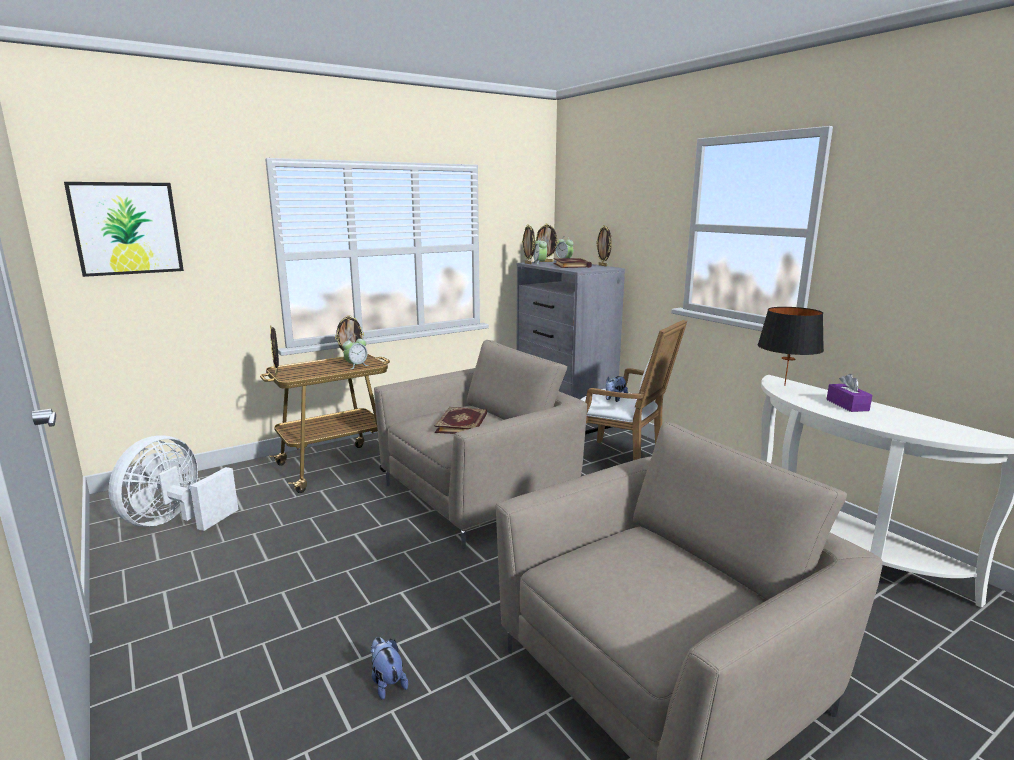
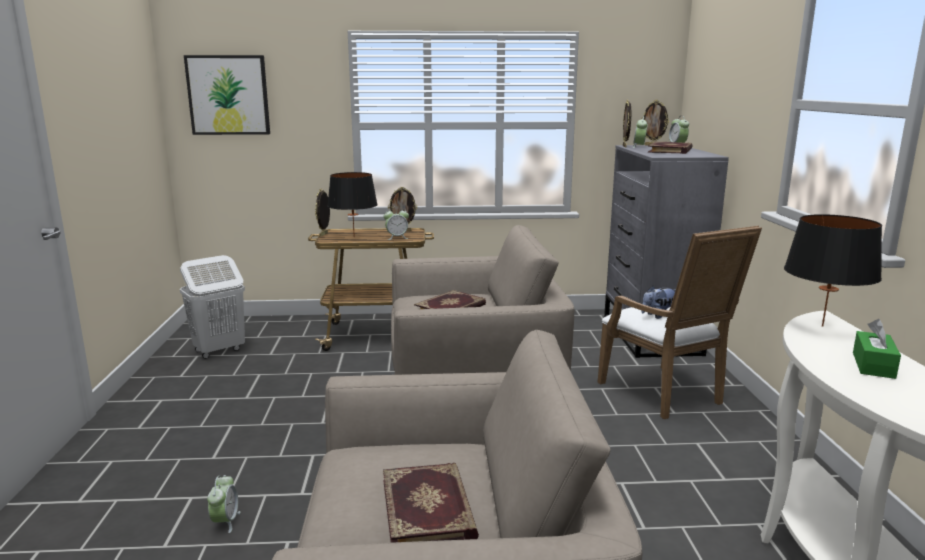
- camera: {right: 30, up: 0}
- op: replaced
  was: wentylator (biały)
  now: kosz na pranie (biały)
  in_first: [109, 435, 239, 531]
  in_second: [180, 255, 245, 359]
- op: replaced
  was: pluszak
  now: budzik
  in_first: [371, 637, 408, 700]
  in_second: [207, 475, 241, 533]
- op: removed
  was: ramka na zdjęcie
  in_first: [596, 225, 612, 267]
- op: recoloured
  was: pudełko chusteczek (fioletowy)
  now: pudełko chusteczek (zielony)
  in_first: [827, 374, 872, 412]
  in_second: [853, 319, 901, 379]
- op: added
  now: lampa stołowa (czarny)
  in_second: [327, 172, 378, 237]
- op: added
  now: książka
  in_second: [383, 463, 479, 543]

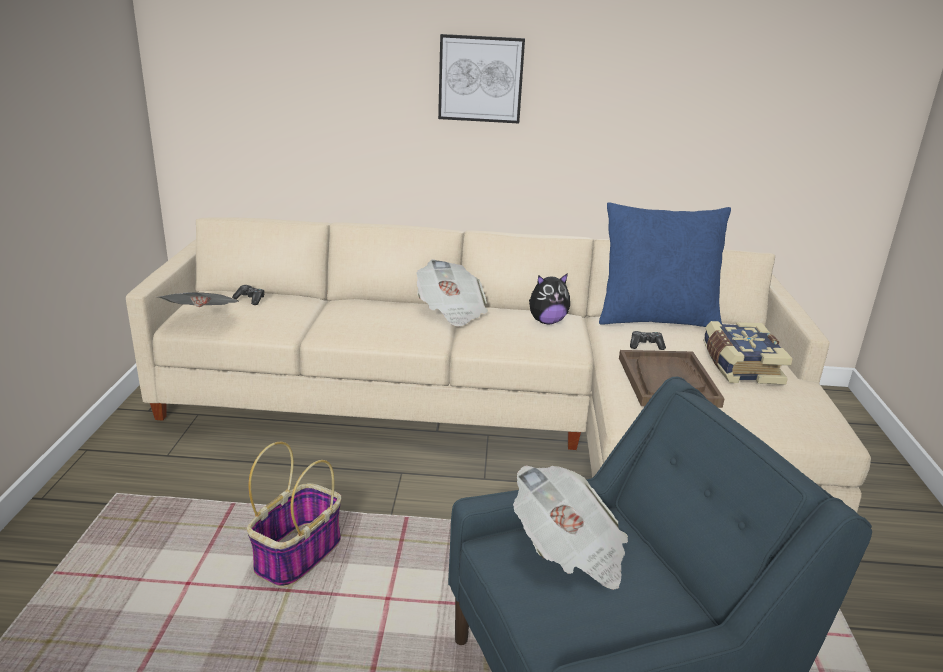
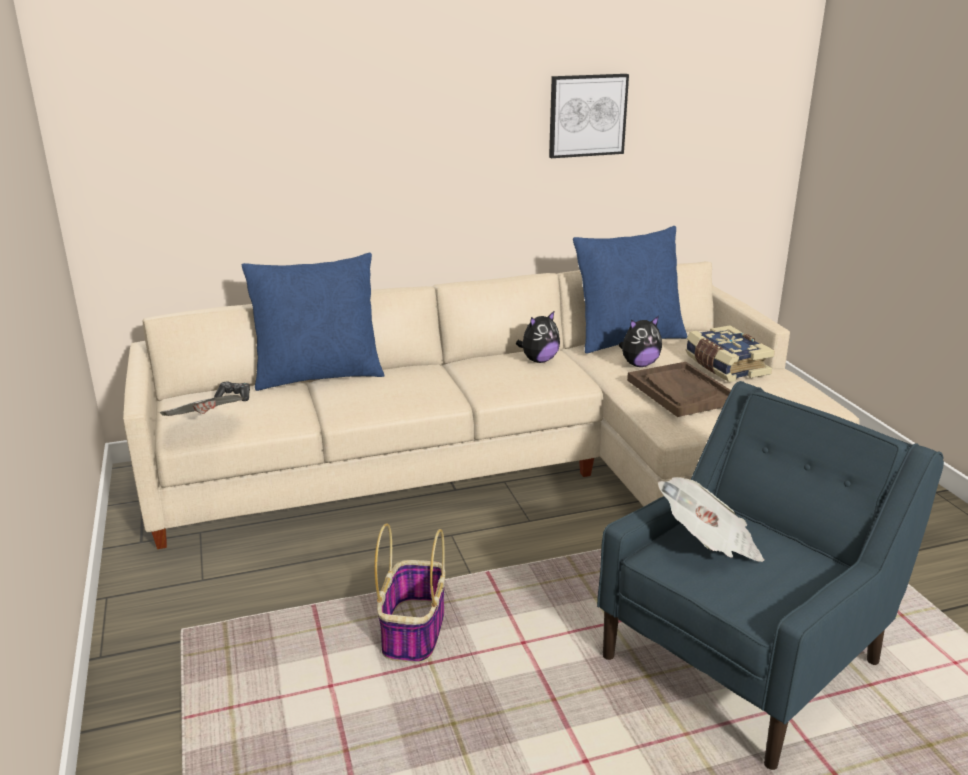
- camera: {right: -20, up: 0}
- op: removed
  was: gazeta
  in_first: [416, 259, 488, 327]
- op: moved
  was: obraz
  in_first: [438, 34, 525, 123]
  in_second: [549, 74, 629, 158]
- op: replaced
  was: pad do gier
  now: pluszak
  in_first: [630, 331, 666, 350]
  in_second: [619, 316, 662, 367]
- op: added
  now: poduszka (niebieski)
  in_second: [242, 253, 385, 391]

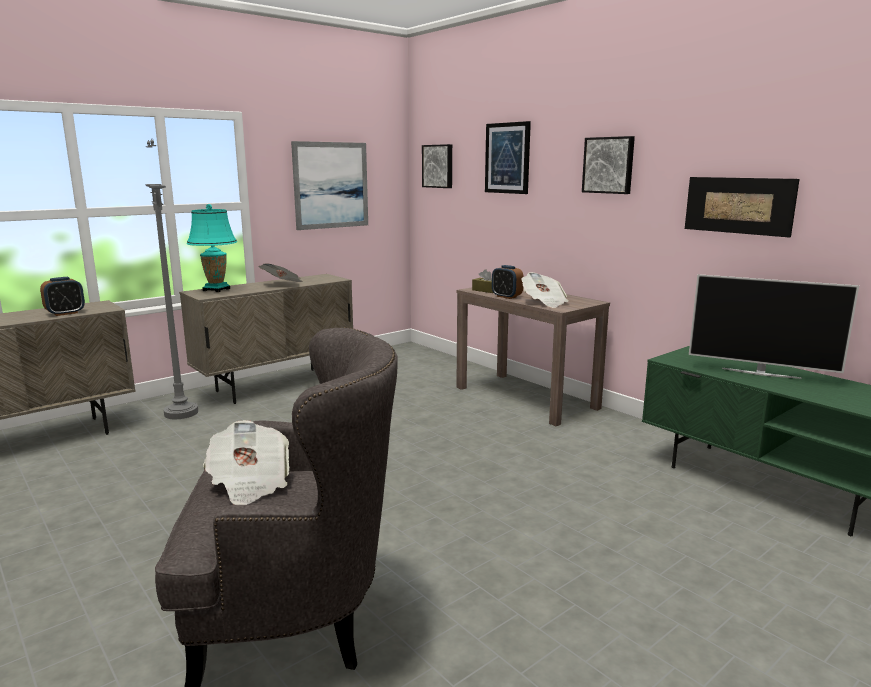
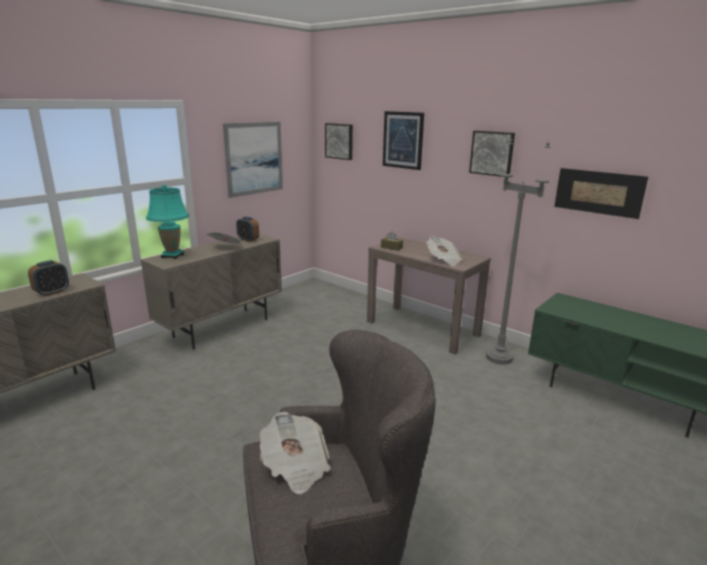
- camera: {right: -10, up: 5}
- op: moved
  was: lampa stojąca (szary)
  in_first: [146, 138, 198, 419]
  in_second: [486, 138, 550, 365]
- op: moved
  was: budzik
  in_first: [492, 265, 524, 299]
  in_second: [236, 217, 259, 242]
- op: removed
  was: telewizor
  in_first: [689, 274, 859, 379]

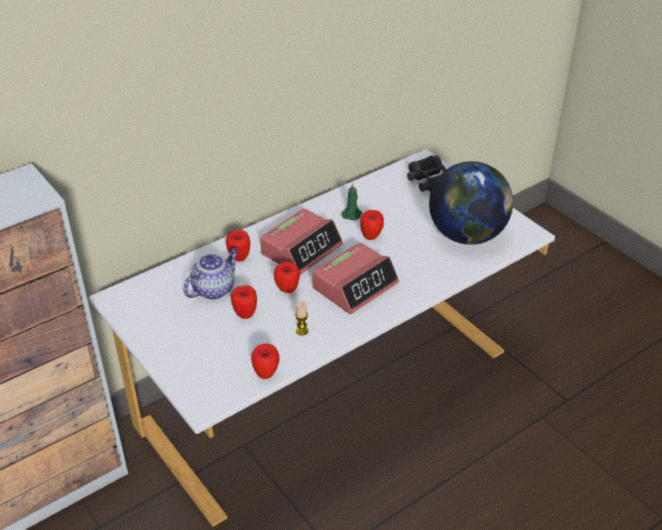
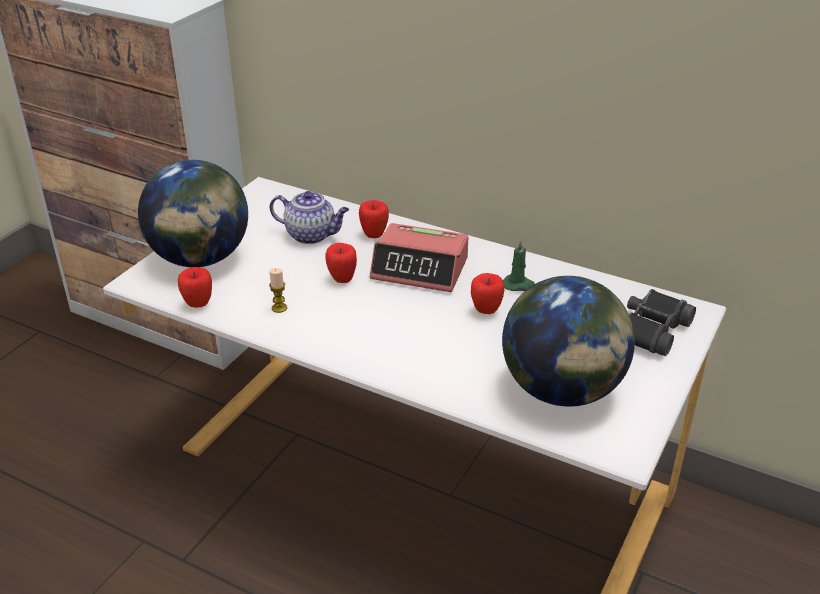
- camera: {right: 65, up: -5}
- op: removed
  was: jabłko
  in_first: [231, 285, 257, 319]
- op: removed
  was: budzik
  in_first: [312, 242, 399, 314]
- op: added
  now: globus
  in_second: [138, 160, 248, 267]

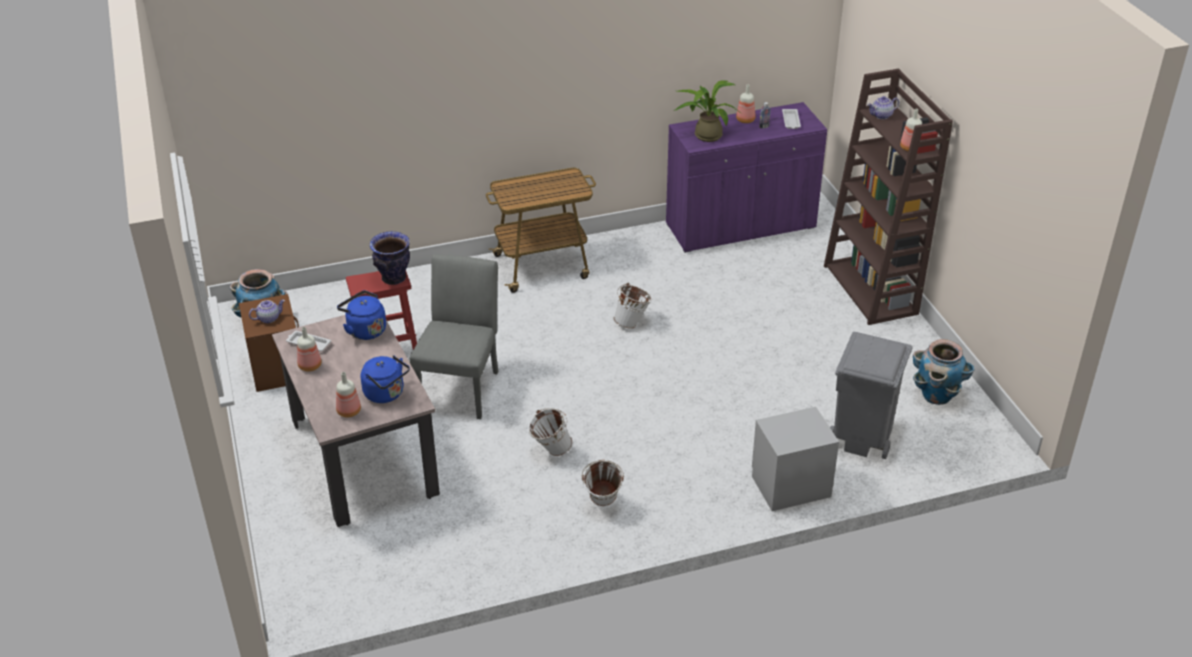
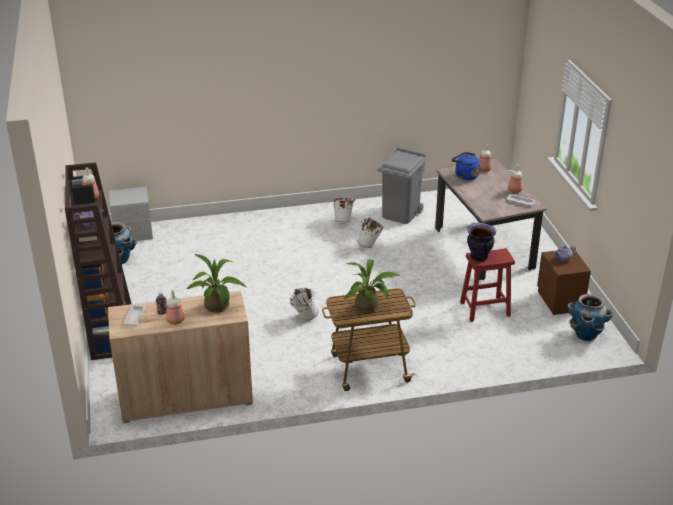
- camera: {right: -175, up: -5}
- op: removed
  was: czajnik (niebieski)
  in_first: [337, 290, 386, 340]
- op: removed
  was: krzesło (szary)
  in_first: [410, 254, 498, 419]
- op: recoloured
  was: szafka (fioletowy)
  now: szafka (beżowy)
  in_first: [666, 102, 827, 253]
  in_second: [108, 291, 253, 423]
- op: moved
  was: szafka nocna (szary)
  in_first: [752, 407, 839, 511]
  in_second: [109, 187, 153, 241]
- op: moved
  was: kosz na śmieci (szary)
  in_first: [830, 332, 913, 459]
  in_second: [377, 147, 426, 224]
- op: added
  now: roślina doniczkowa
  in_second: [344, 260, 400, 313]

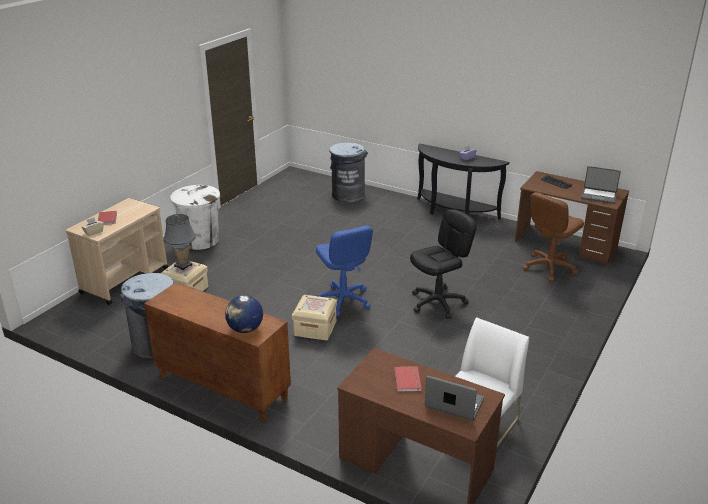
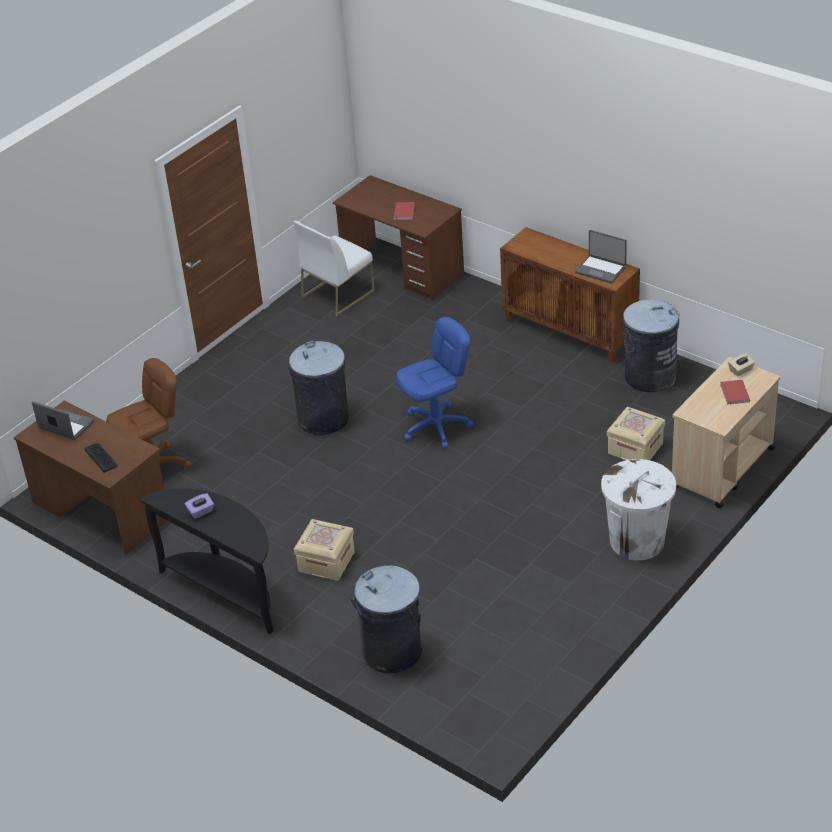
- camera: {right: -170, up: 10}
- op: removed
  was: lampa stołowa (szary)
  in_first: [163, 214, 196, 270]
- op: removed
  was: globus
  in_first: [225, 295, 263, 333]
- op: moved
  was: pojemnik do przechowywania (beżowy)
  in_first: [292, 295, 337, 341]
  in_second: [294, 519, 355, 581]
- op: turned
  was: krzesło biurowe (niebieski)
  in_first: [316, 225, 373, 317]
  in_second: [396, 317, 473, 449]
  clockwise: 75
- op: replaced
  was: krzesło biurowe (czarny)
  now: kosz na śmieci (szary)
  in_first: [410, 209, 477, 319]
  in_second: [289, 341, 349, 435]
- op: moved
  was: laptop
  in_first: [425, 376, 484, 421]
  in_second: [575, 230, 627, 283]

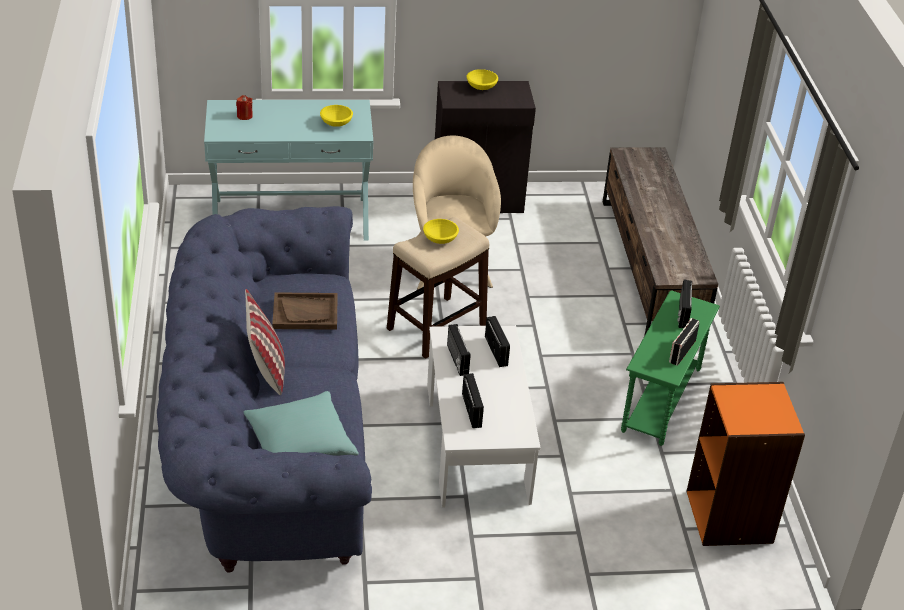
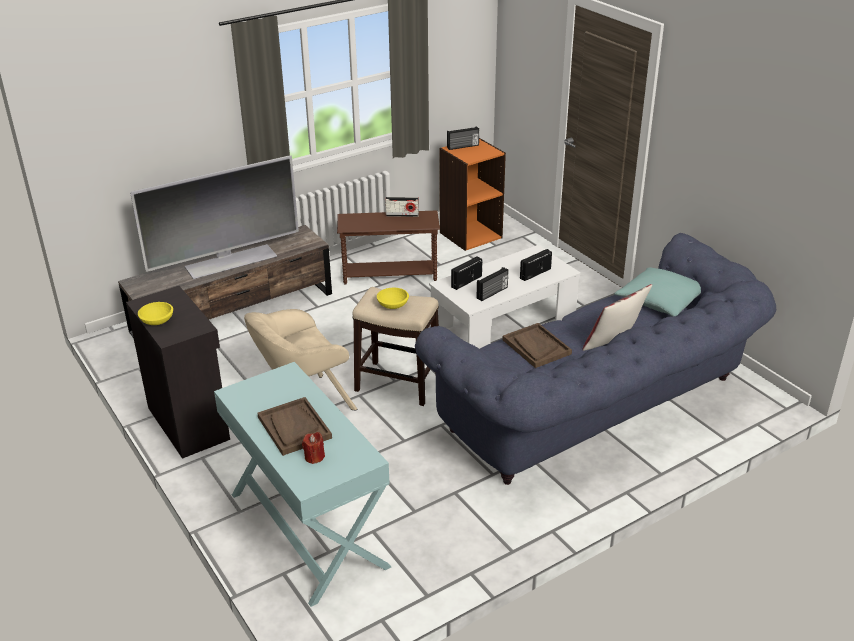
- camera: {right: -115, up: -5}
- op: removed
  was: miska (żółty)
  in_first: [320, 105, 353, 127]
- op: recoloured
  was: stolik (zielony)
  now: stolik (brązowy)
  in_first: [621, 290, 720, 446]
  in_second: [337, 210, 440, 285]
- op: moved
  was: radio
  in_first: [677, 280, 692, 328]
  in_second: [447, 126, 479, 150]
- op: added
  now: telewizor
  in_second: [130, 155, 299, 279]
- op: added
  now: taca (brązowy)
  in_second: [257, 397, 332, 456]

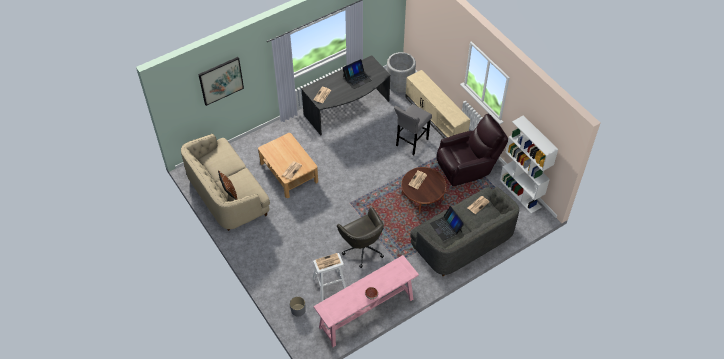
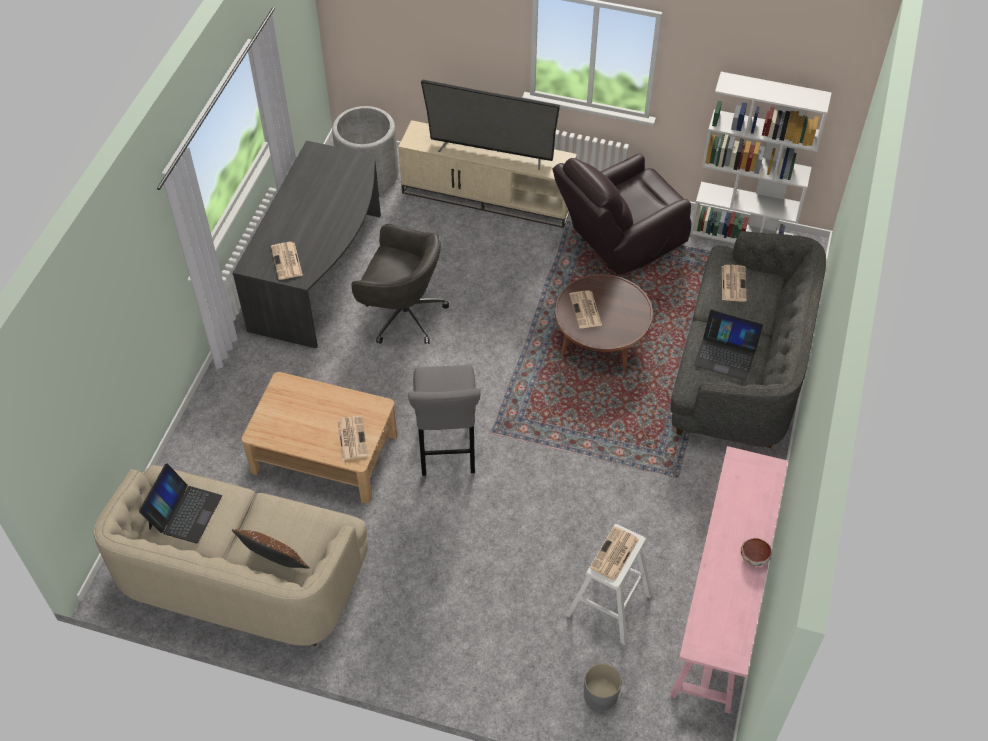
- camera: {right: -40, up: 0}
- op: removed
  was: obraz
  in_first: [198, 57, 244, 106]
- op: moved
  was: krzesło biurowe (szary)
  in_first: [337, 208, 384, 268]
  in_second: [351, 224, 449, 344]
- op: moved
  was: laptop
  in_first: [342, 59, 372, 89]
  in_second: [139, 463, 222, 544]
- op: moved
  was: stołek (szary)
  in_first: [394, 104, 432, 156]
  in_second: [408, 365, 481, 476]
- op: turned
  was: fotel (brązowy)
  in_first: [437, 113, 508, 186]
  in_second: [552, 153, 691, 274]
  clockwise: -150
- op: added
  now: telewizor
  in_second: [421, 79, 560, 170]

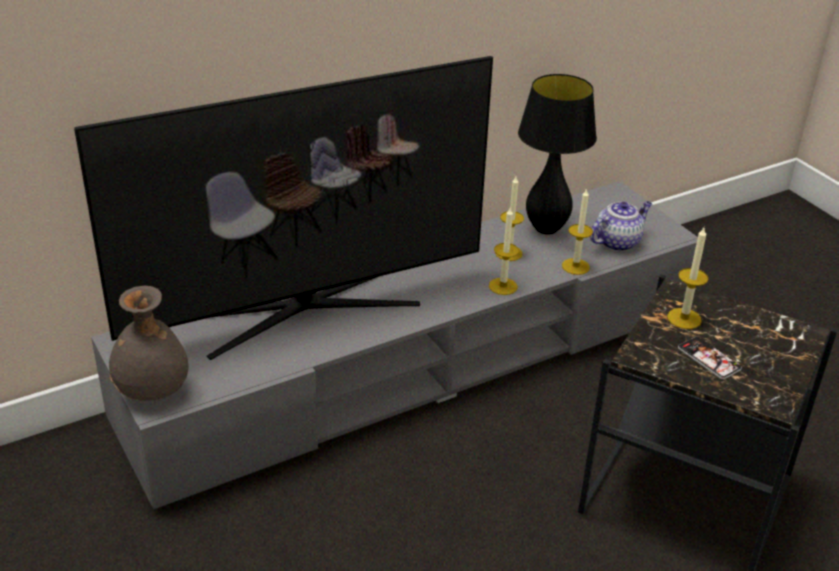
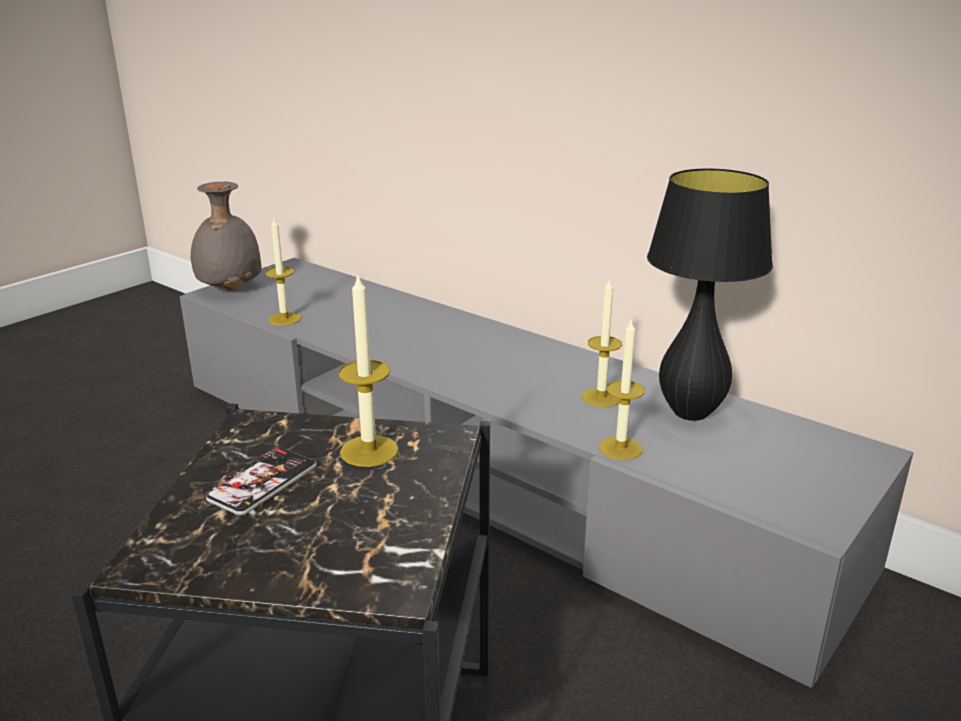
- camera: {right: 70, up: -10}
- op: removed
  was: telewizor
  in_first: [74, 56, 493, 360]
- op: moved
  was: świeca
  in_first: [489, 206, 519, 295]
  in_second: [265, 218, 301, 326]
- op: removed
  was: imbryk
  in_first: [590, 201, 652, 251]

